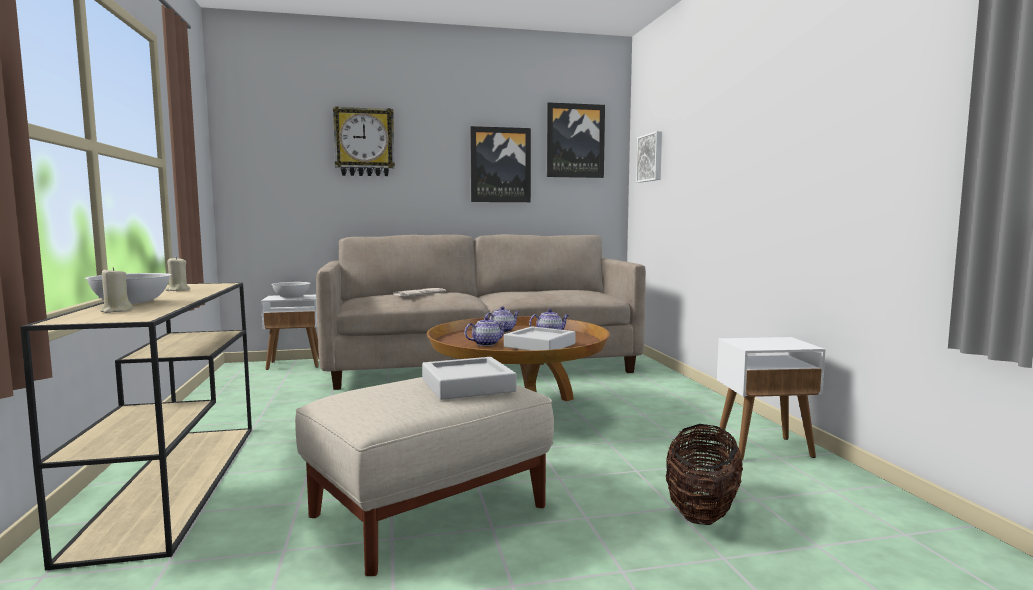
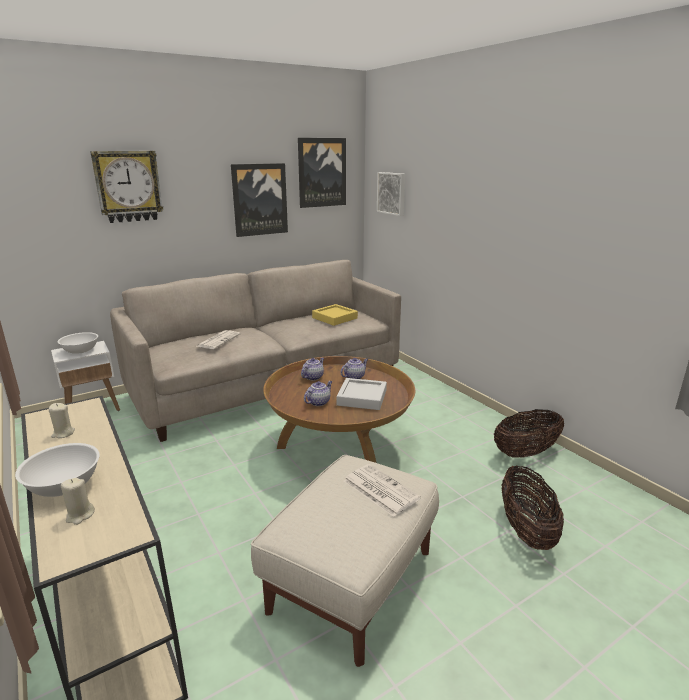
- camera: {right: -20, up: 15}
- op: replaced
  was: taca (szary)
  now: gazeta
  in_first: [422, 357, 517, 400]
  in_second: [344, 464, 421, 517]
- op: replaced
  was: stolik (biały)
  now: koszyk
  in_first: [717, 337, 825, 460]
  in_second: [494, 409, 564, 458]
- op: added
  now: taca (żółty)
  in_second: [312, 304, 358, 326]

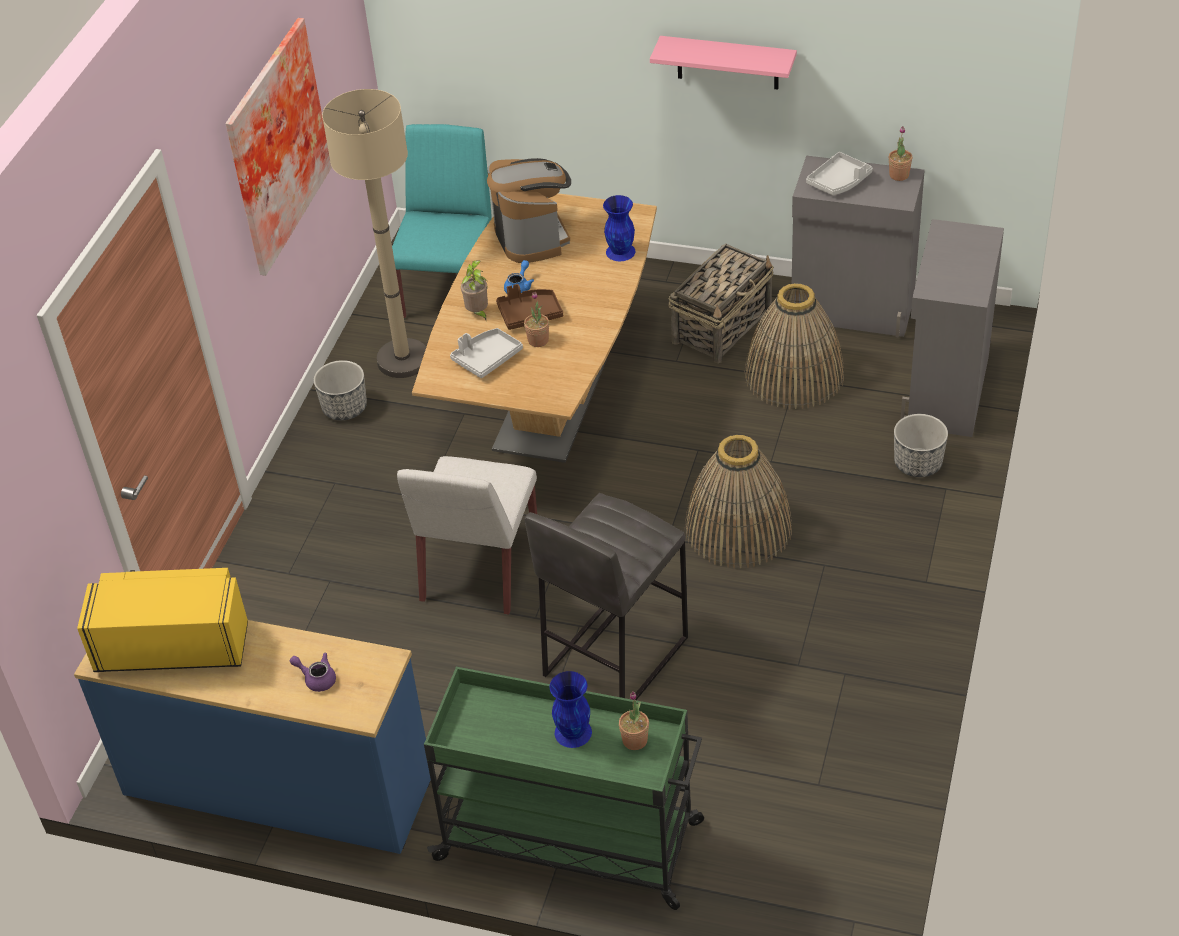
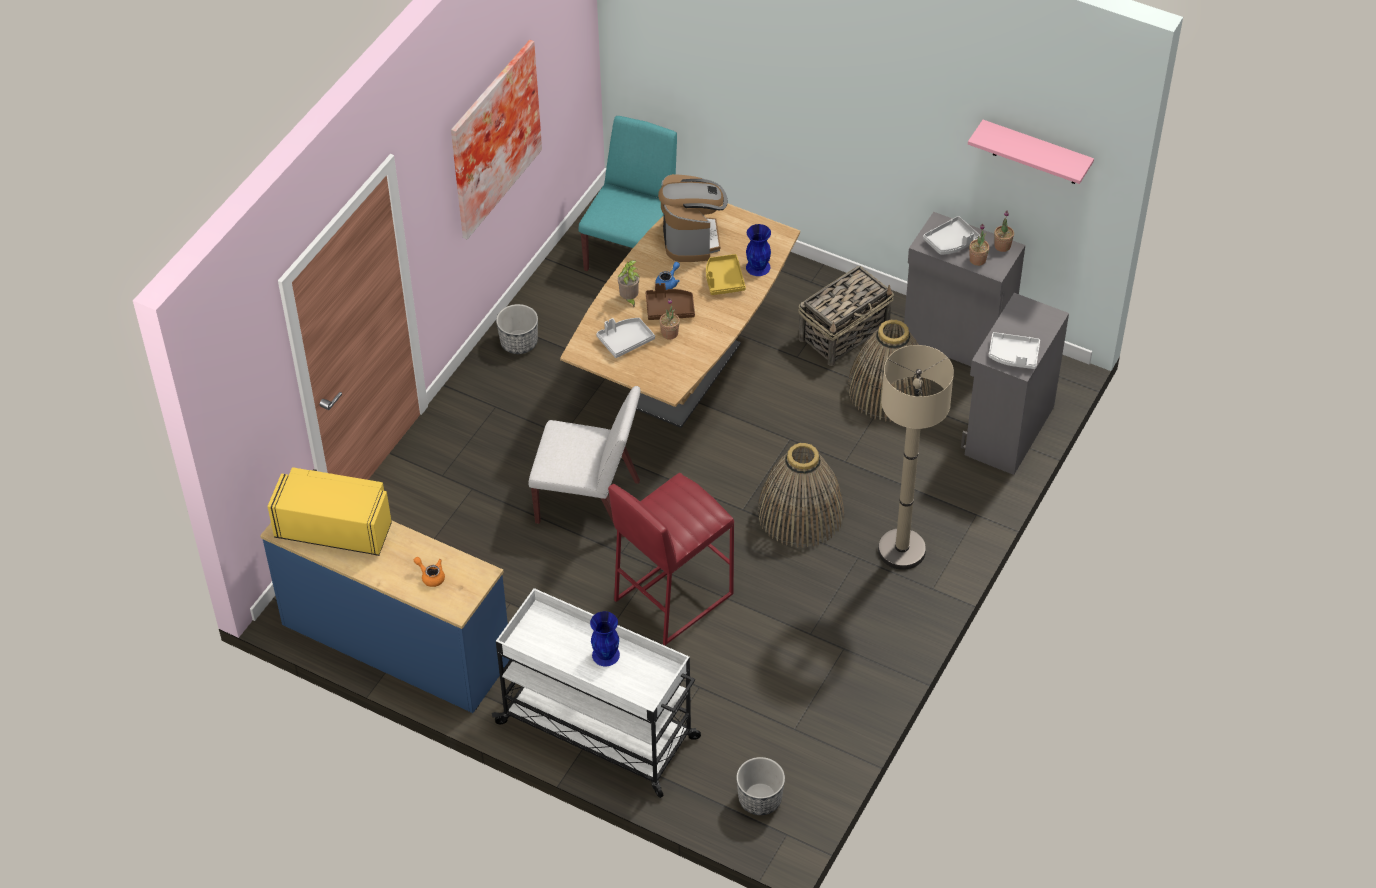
- camera: {right: 10, up: 5}
- op: recoloured
  was: imbryk (fioletowy)
  now: imbryk (pomarańczowy)
  in_first: [290, 653, 336, 692]
  in_second: [414, 557, 445, 587]
- op: moved
  was: lampa stojąca (beżowy)
  in_first: [322, 89, 426, 378]
  in_second: [878, 345, 954, 570]
- op: turned
  was: krzesło (biały)
  in_first: [397, 456, 537, 615]
  in_second: [528, 386, 640, 537]
  clockwise: -105
- op: recoloured
  was: wózek (zielony)
  now: wózek (biały)
  in_first: [424, 667, 704, 910]
  in_second: [492, 588, 701, 798]
- op: recoloured
  was: stołek (szary)
  now: stołek (czerwony)
  in_first: [524, 493, 688, 700]
  in_second: [608, 473, 734, 646]
- op: moved
  was: roślina doniczkowa
  in_first: [619, 691, 649, 750]
  in_second: [969, 224, 989, 266]
- op: moved
  was: półka (różowy)
  in_first: [650, 36, 797, 89]
  in_second: [968, 120, 1094, 184]
- op: moved
  was: donica
  in_first: [894, 414, 948, 477]
  in_second: [736, 757, 785, 815]
- op: added
  now: taca (żółty)
  in_second: [706, 254, 746, 295]
- op: added
  now: taca (biały)
  in_second: [989, 332, 1040, 369]

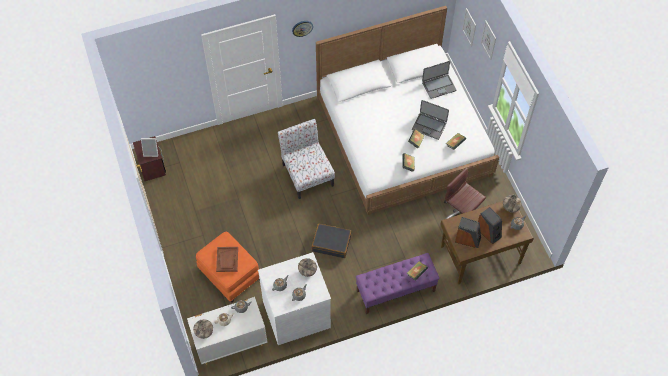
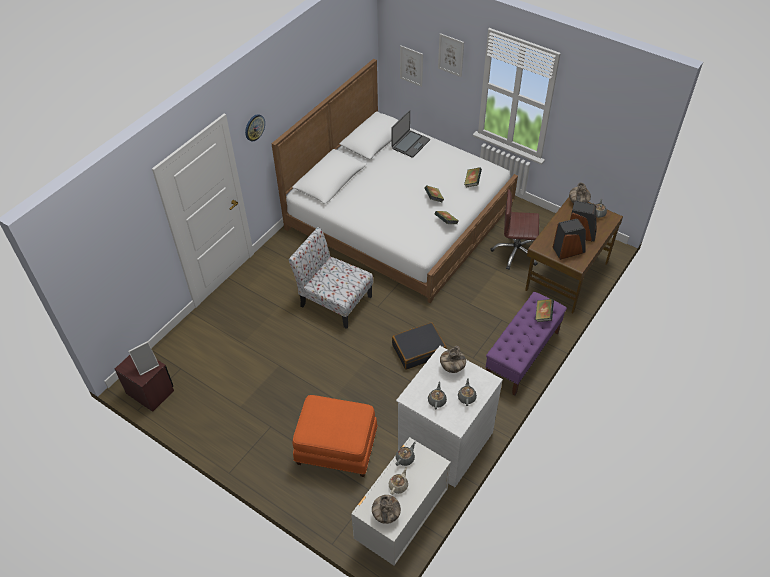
- camera: {right: -35, up: -10}
- op: removed
  was: taca (brązowy)
  in_first: [216, 247, 238, 272]
- op: removed
  was: laptop
  in_first: [412, 100, 449, 140]

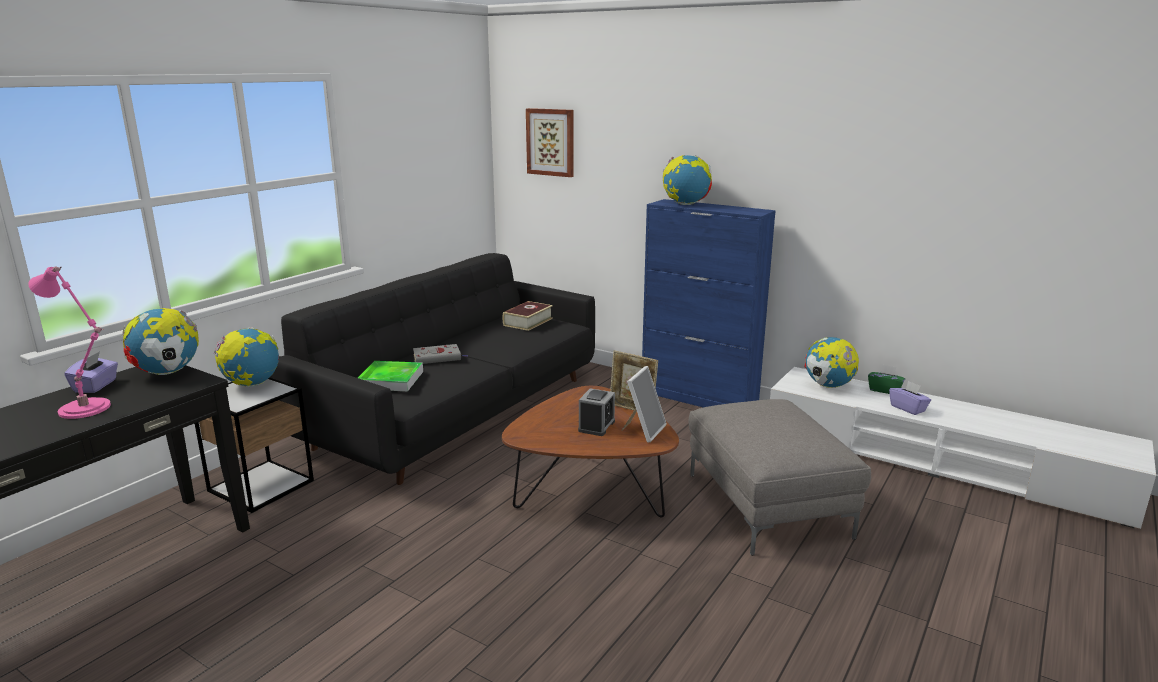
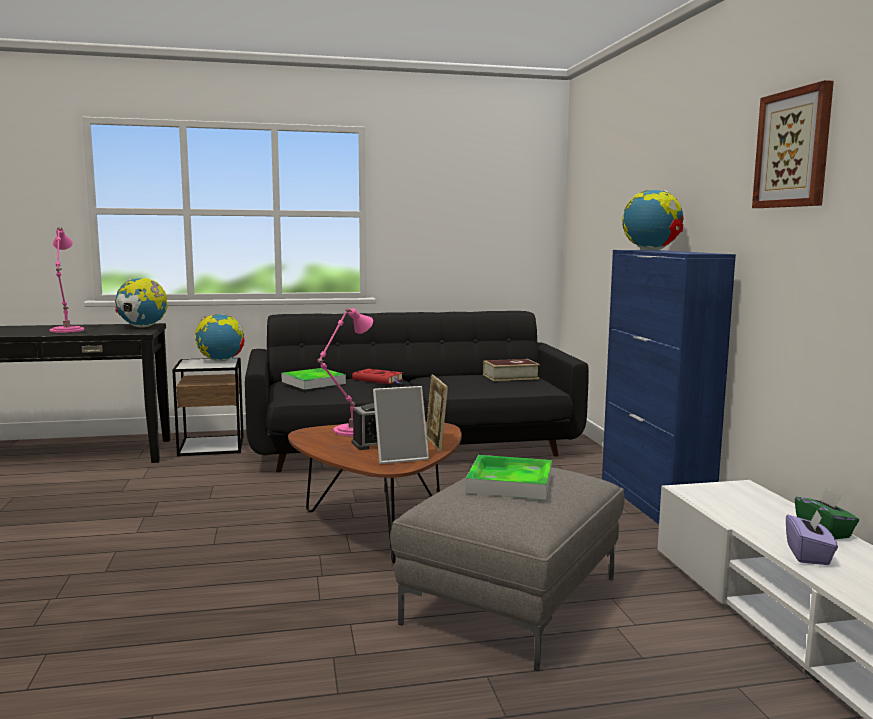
- camera: {right: 45, up: -10}
- op: removed
  was: pudełko chusteczek (fioletowy)
  in_first: [64, 352, 118, 393]
- op: recoloured
  was: książka (szary)
  now: książka (czerwony)
  in_first: [413, 344, 468, 364]
  in_second: [352, 369, 403, 384]
- op: moved
  was: obraz
  in_first: [526, 108, 574, 177]
  in_second: [752, 80, 834, 208]
- op: removed
  was: globus
  in_first: [805, 337, 859, 388]
- op: added
  now: lampa stołowa (różowy)
  in_second: [317, 308, 373, 436]
- op: added
  now: taca
  in_second: [466, 455, 552, 500]

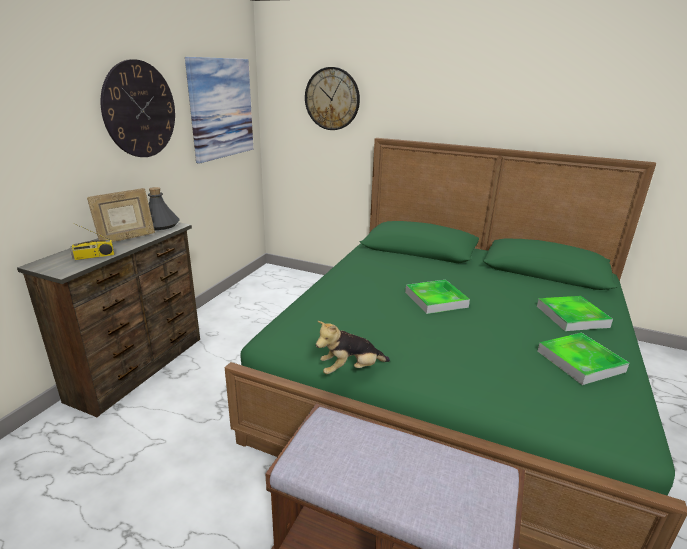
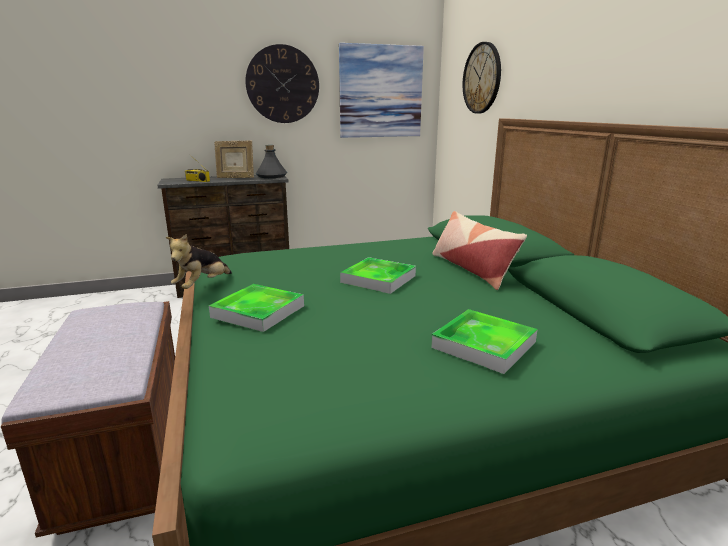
- camera: {right: 50, up: -5}
- op: turned
  was: pluszak
  in_first: [316, 321, 390, 374]
  in_second: [166, 234, 232, 289]
  clockwise: -90
- op: moved
  was: taca
  in_first: [537, 333, 629, 385]
  in_second: [209, 284, 304, 332]
- op: added
  now: poduszka
  in_second: [432, 211, 527, 290]

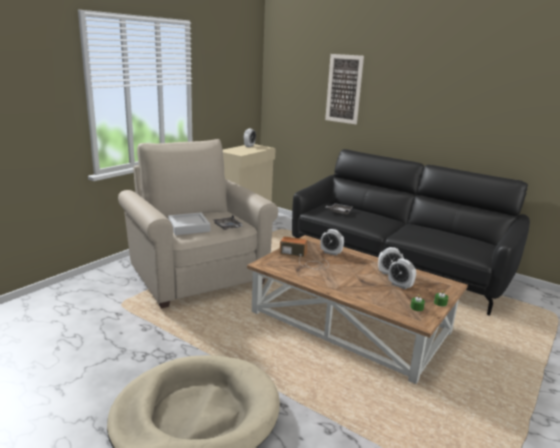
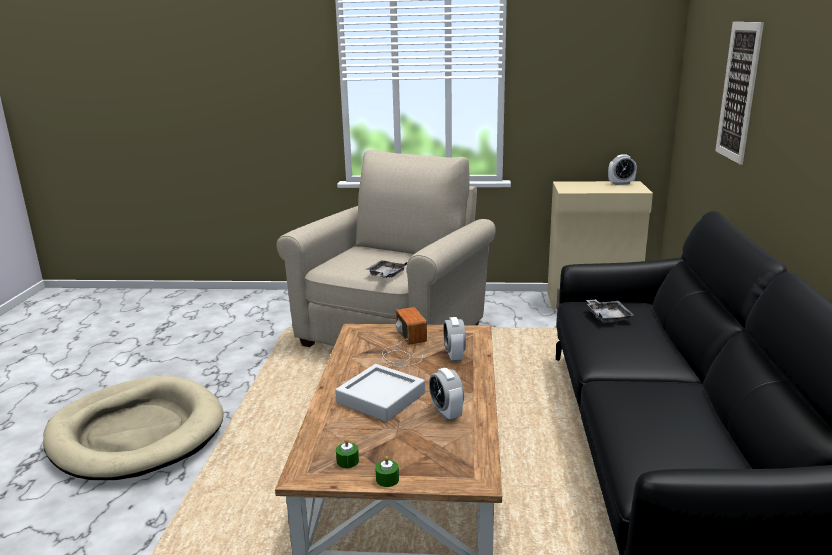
- camera: {right: 60, up: 0}
- op: moved
  was: taca (szary)
  in_first: [168, 212, 210, 235]
  in_second: [335, 364, 425, 422]
- op: removed
  was: budzik
  in_first: [388, 258, 416, 289]

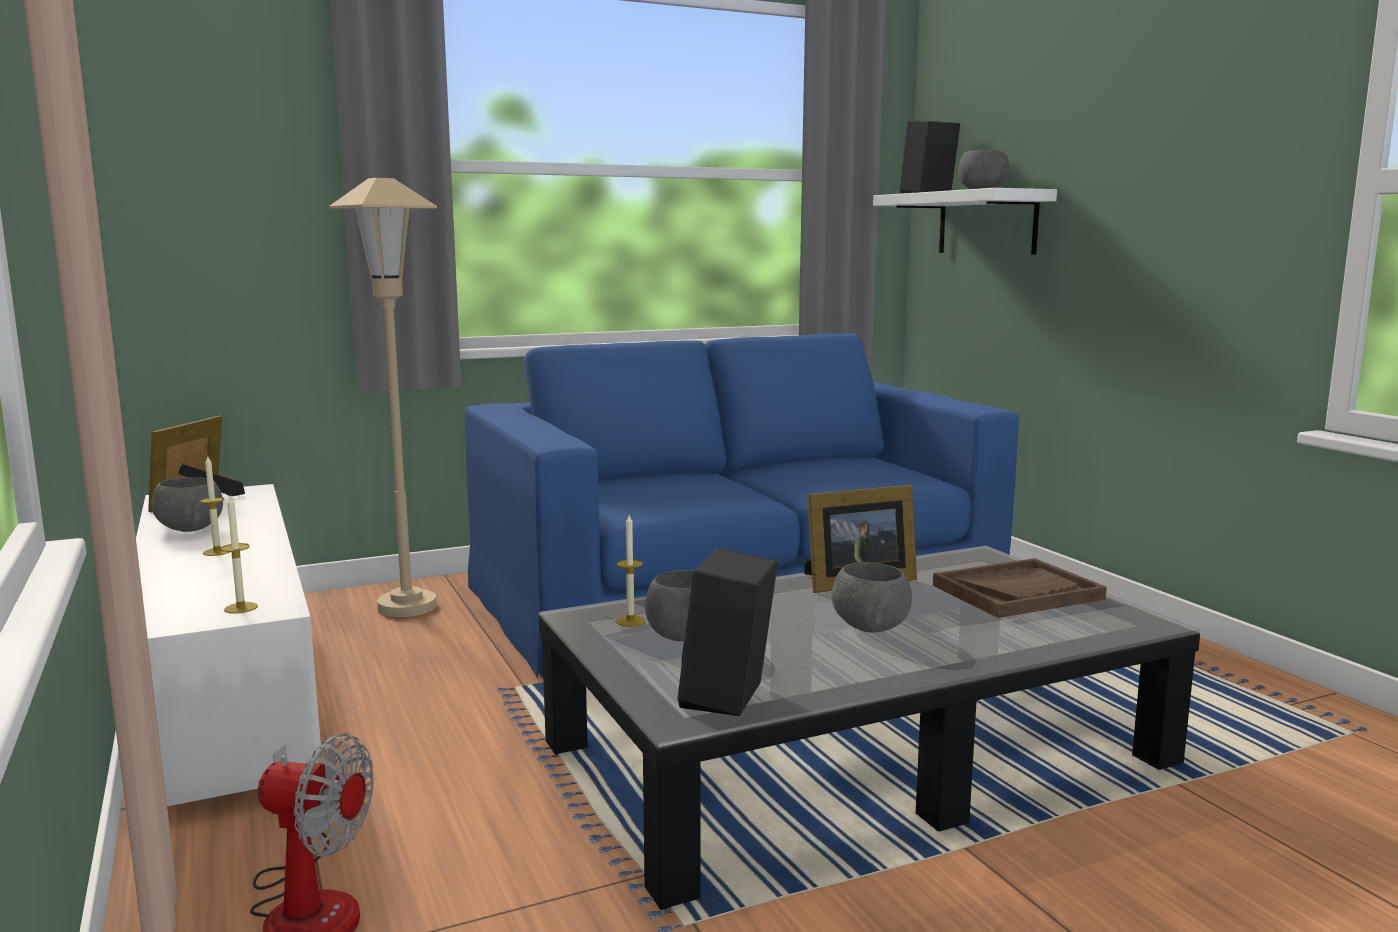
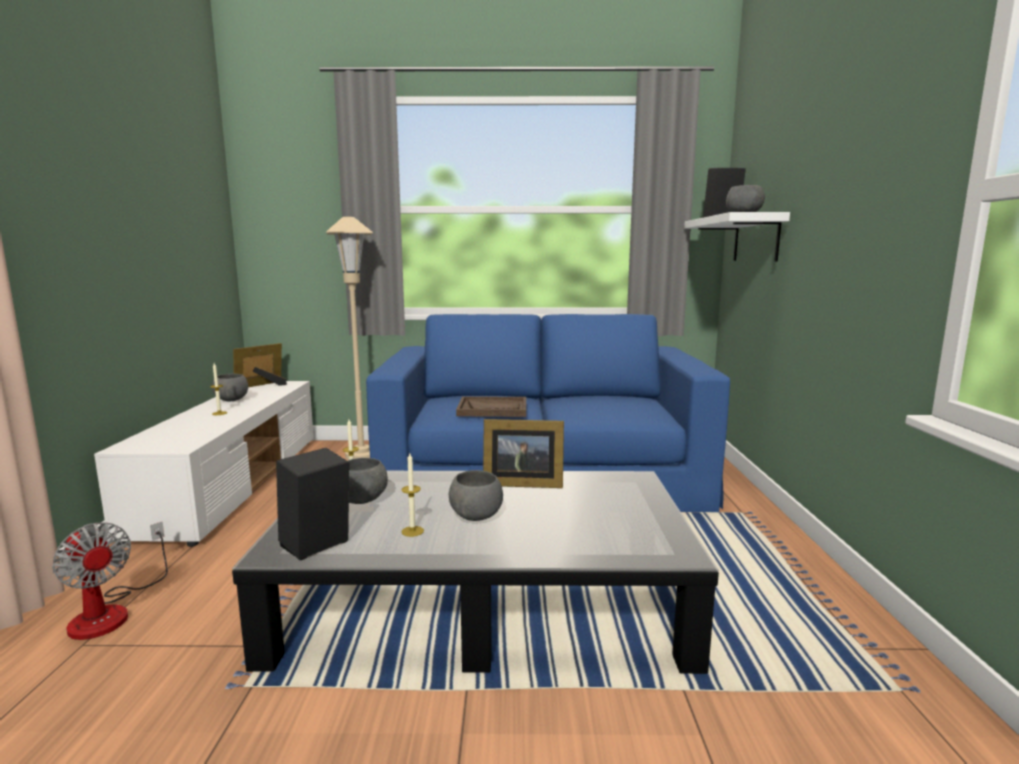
- camera: {right: 25, up: 0}
- op: moved
  was: świeca
  in_first: [221, 495, 258, 614]
  in_second: [401, 453, 424, 537]
- op: moved
  was: taca (brązowy)
  in_first: [933, 558, 1107, 618]
  in_second: [456, 396, 526, 417]

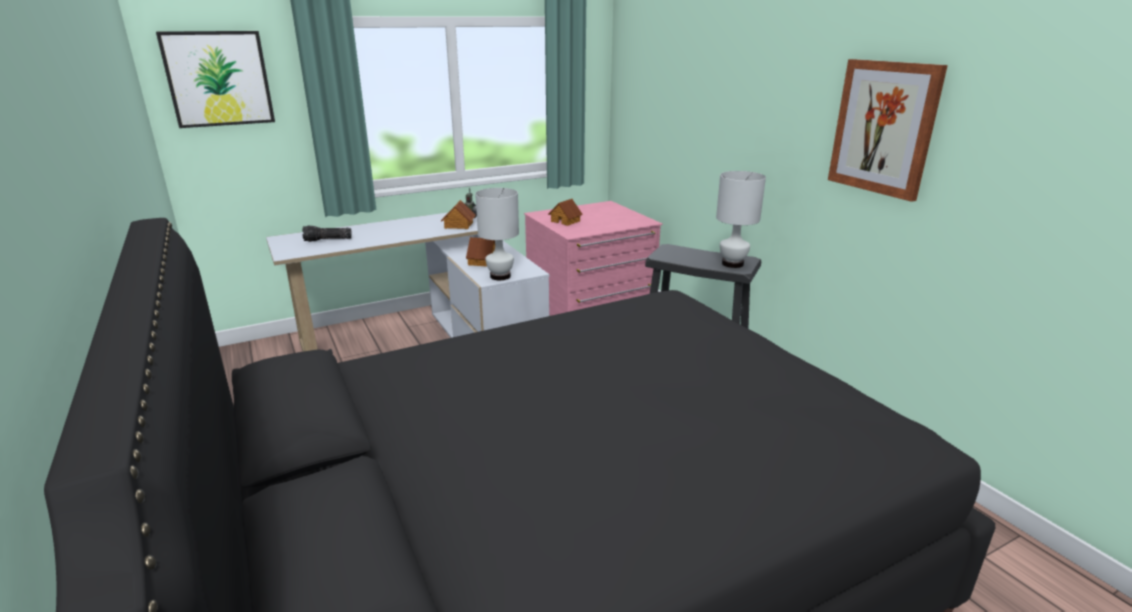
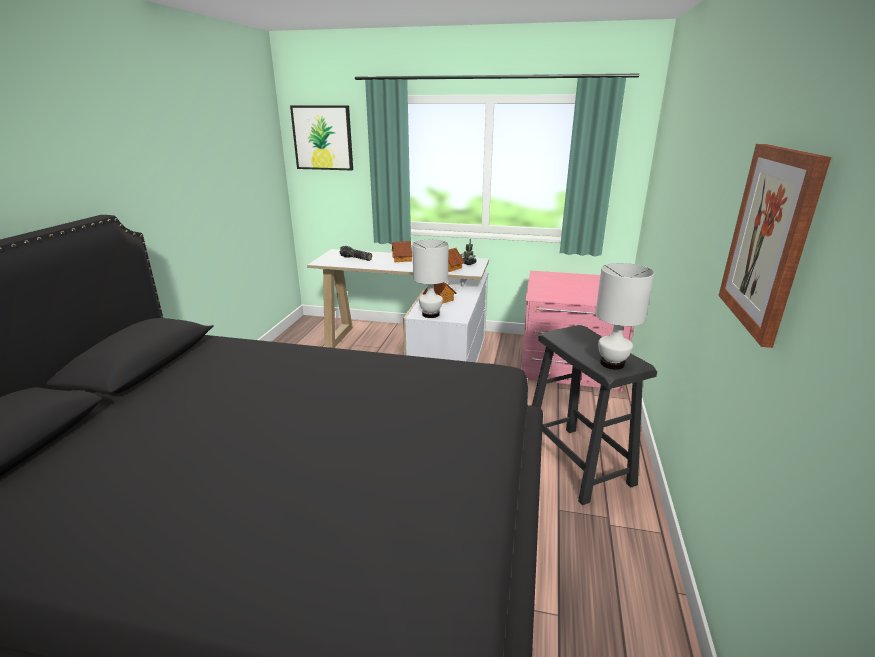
- camera: {right: 40, up: 0}
- op: moved
  was: domek
  in_first: [548, 199, 583, 226]
  in_second: [392, 241, 413, 262]

